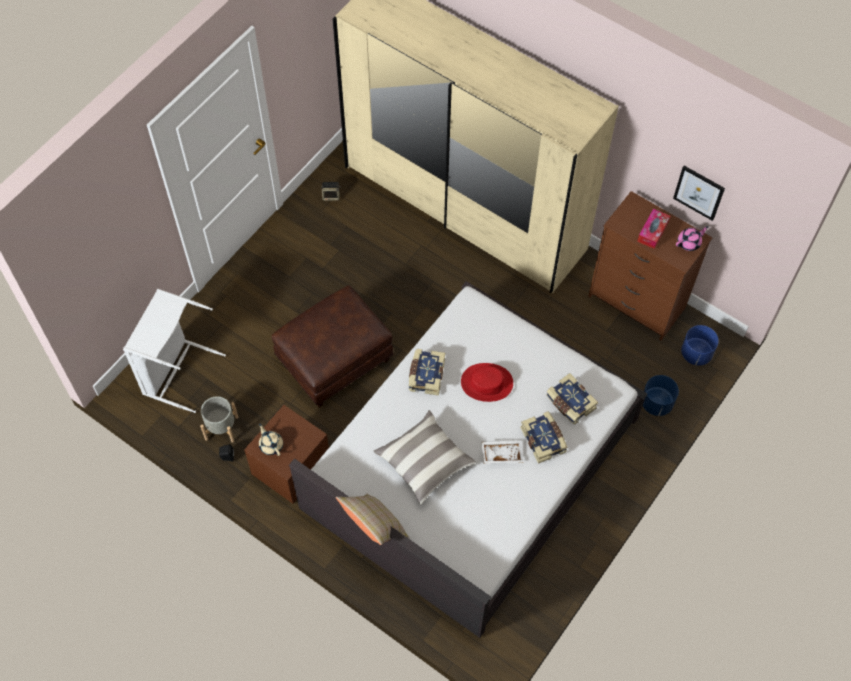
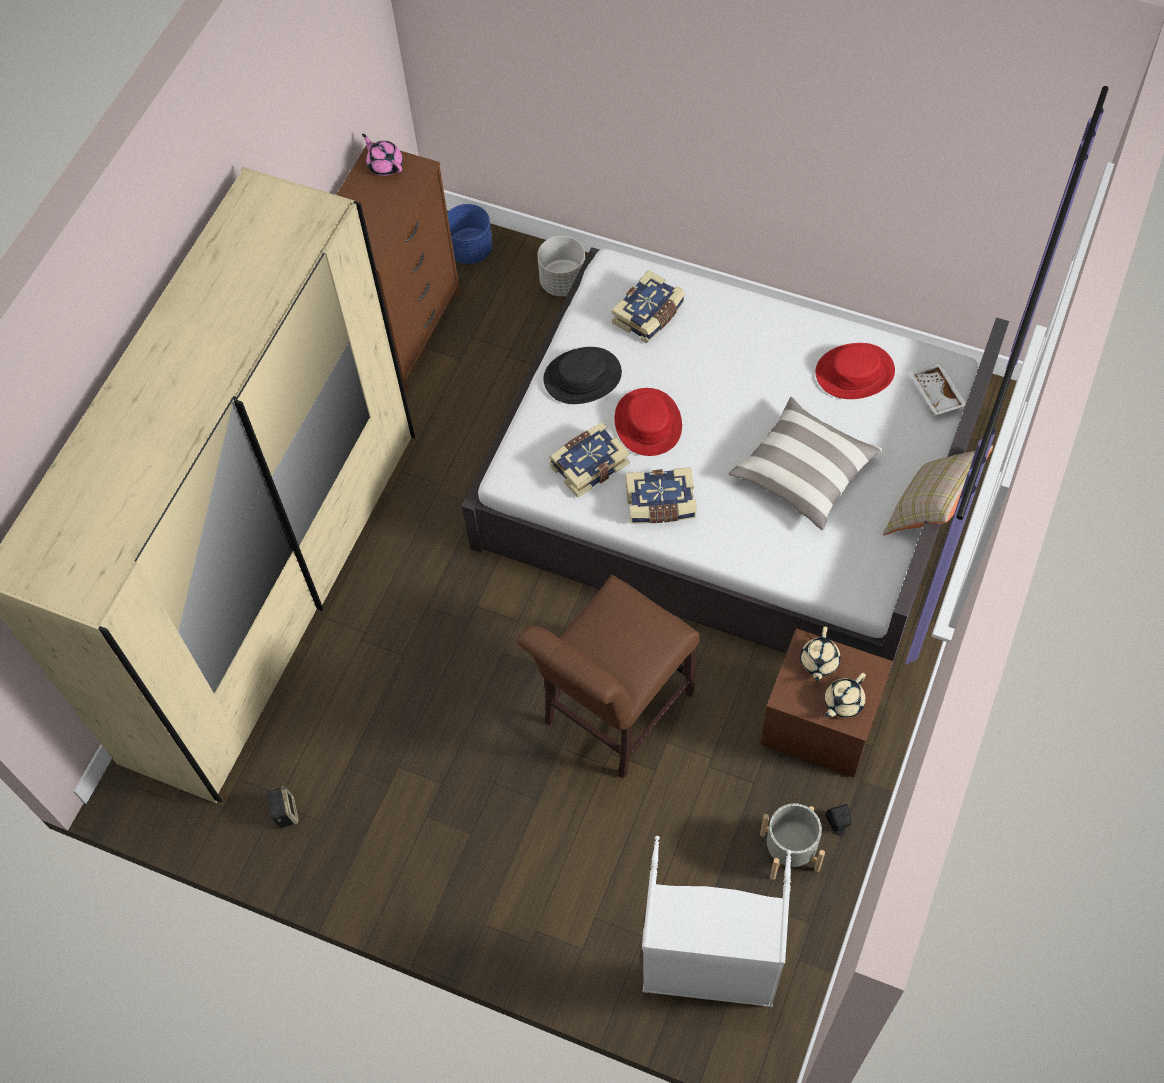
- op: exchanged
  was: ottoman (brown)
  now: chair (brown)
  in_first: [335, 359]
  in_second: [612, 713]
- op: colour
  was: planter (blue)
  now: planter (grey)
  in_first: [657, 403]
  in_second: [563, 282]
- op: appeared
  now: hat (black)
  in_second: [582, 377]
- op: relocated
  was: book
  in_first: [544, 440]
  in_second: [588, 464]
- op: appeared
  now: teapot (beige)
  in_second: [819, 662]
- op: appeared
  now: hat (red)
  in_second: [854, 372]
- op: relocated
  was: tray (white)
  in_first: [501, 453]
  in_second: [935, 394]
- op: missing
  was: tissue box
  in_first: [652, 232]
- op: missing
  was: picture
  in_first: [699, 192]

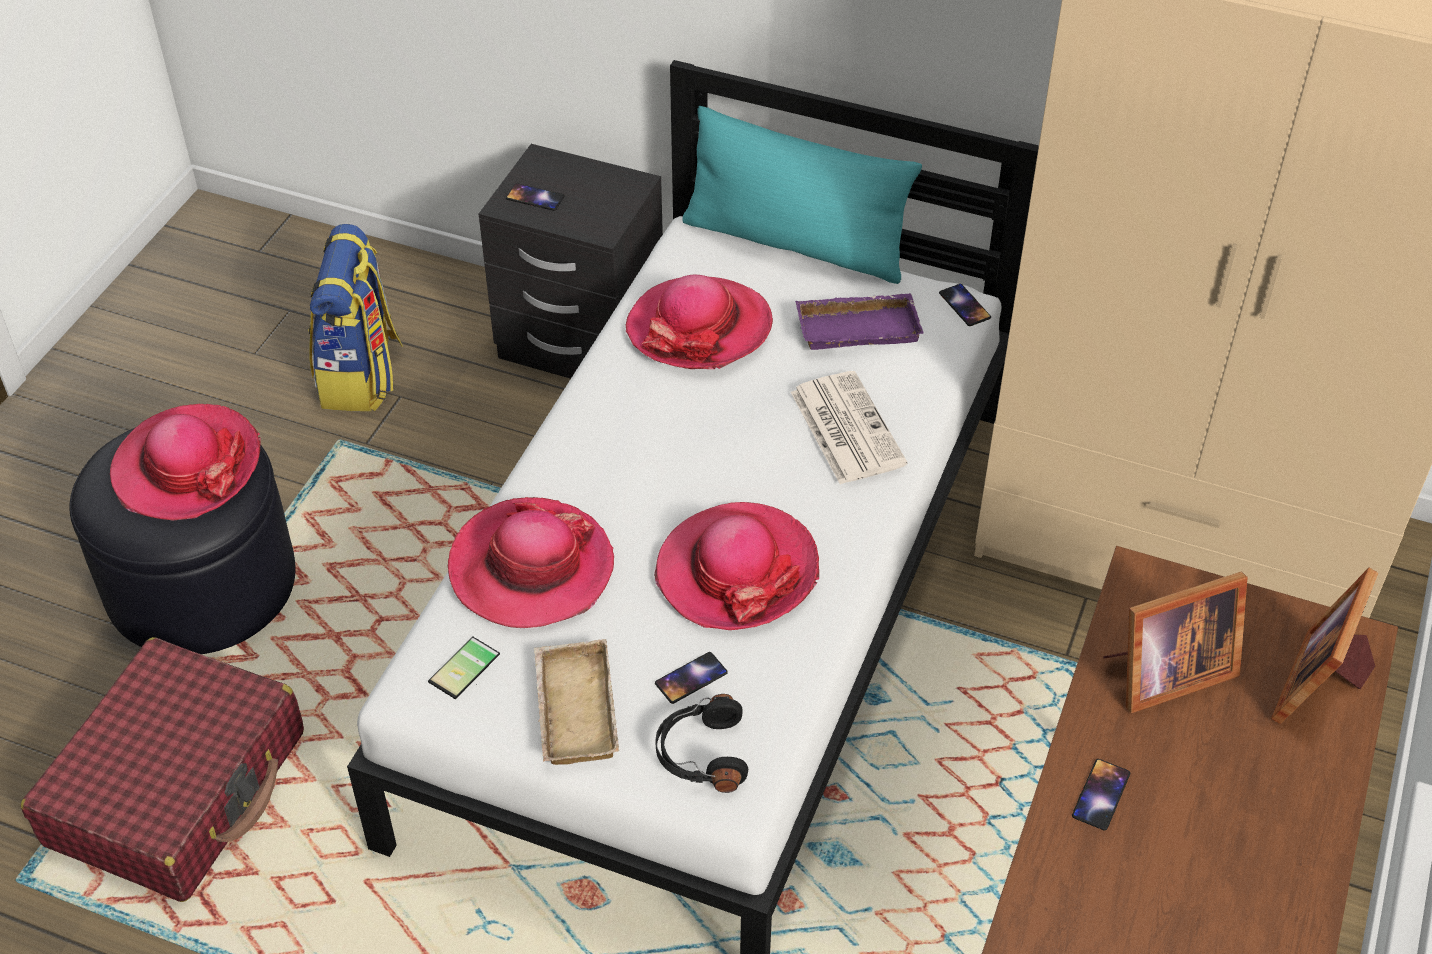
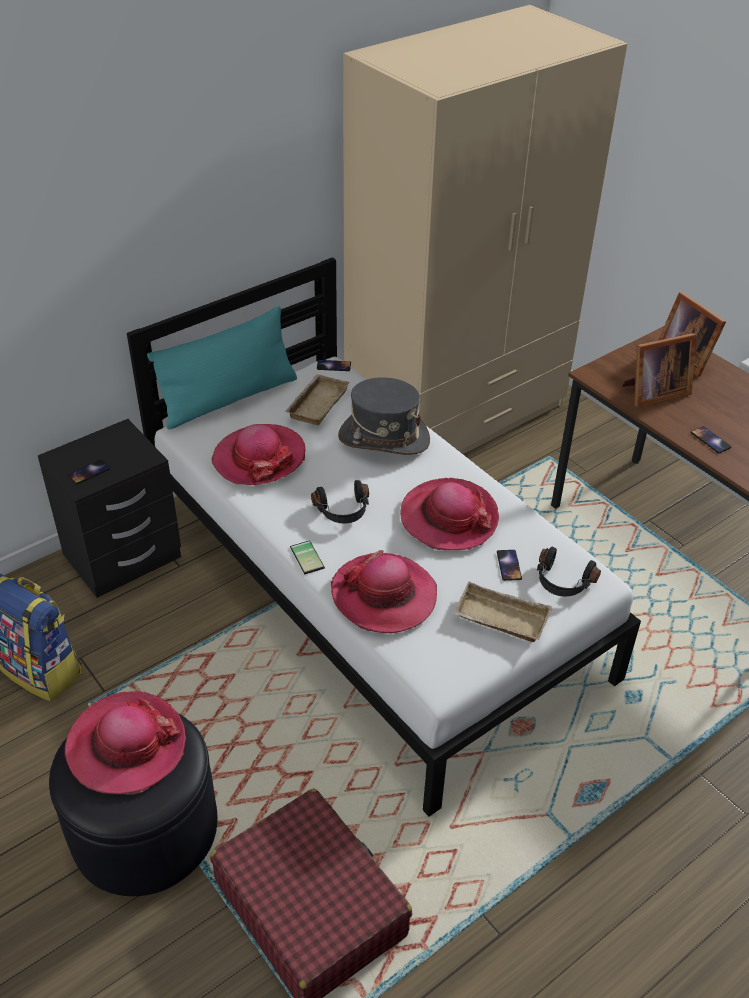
- op: colour
  was: tray (purple)
  now: tray (beige)
  in_first: [859, 326]
  in_second: [316, 403]
- op: relocated
  was: phone
  in_first: [467, 670]
  in_second: [309, 557]
- op: appeared
  now: headphones (black)
  in_second: [343, 511]
- op: exchanged
  was: newspaper
  now: hat (grey)
  in_first: [845, 427]
  in_second: [383, 438]
- op: spun
  was: picture frame
  in_first: [1163, 673]
  in_second: [653, 393]
  clockwise: 60

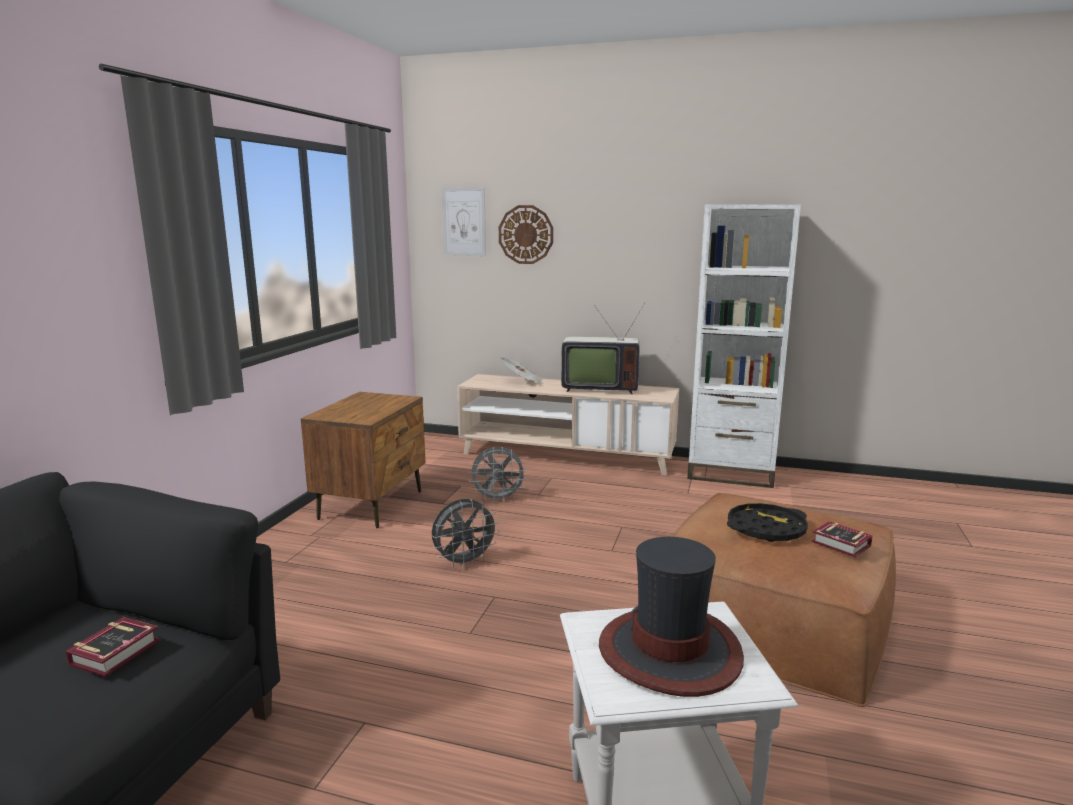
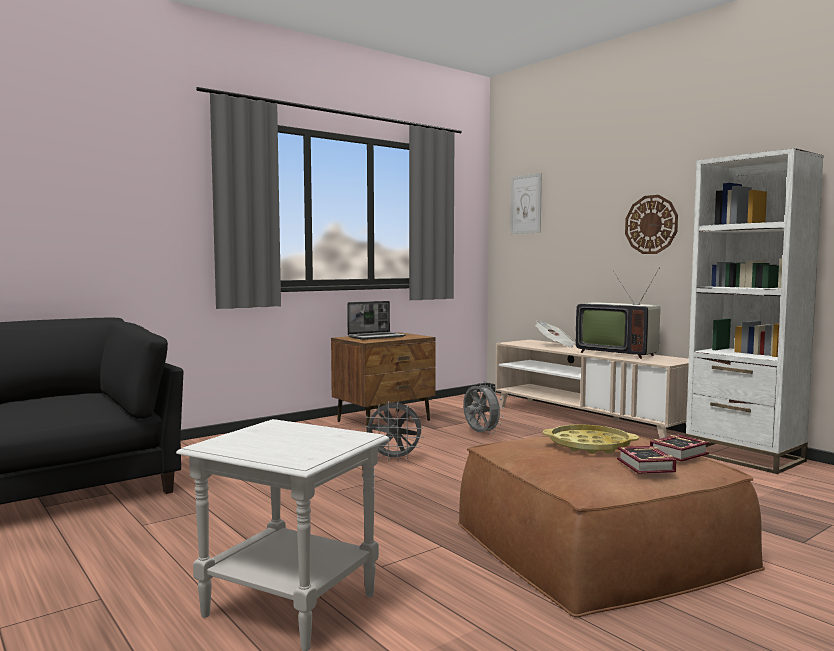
- op: appeared
  now: laptop
  in_second: [377, 337]
- op: spun
  was: fan (grey)
  in_first: [498, 499]
  in_second: [480, 434]
  clockwise: -150
- op: colour
  was: tray (black)
  now: tray (yellow)
  in_first: [766, 529]
  in_second: [589, 445]
- op: relocated
  was: wall clock
  in_first: [526, 234]
  in_second: [651, 224]
- op: relocated
  was: book
  in_first: [119, 651]
  in_second: [681, 453]
- op: missing
  was: hat
  in_first: [670, 651]

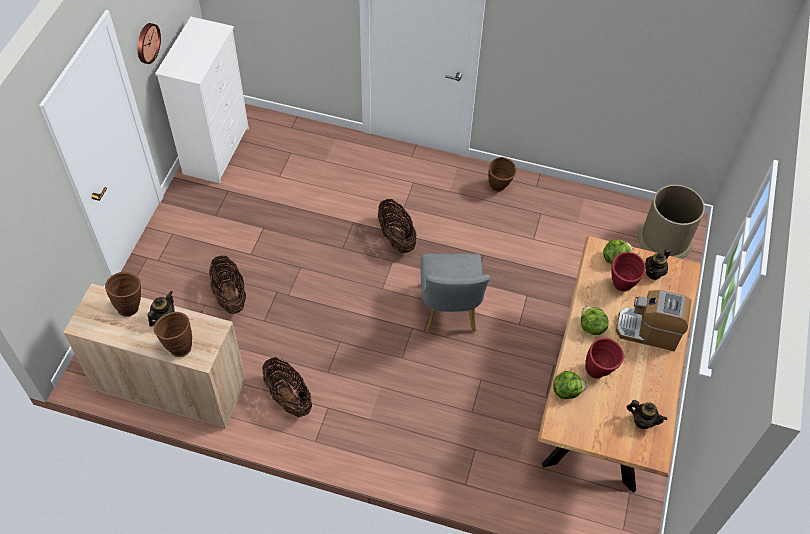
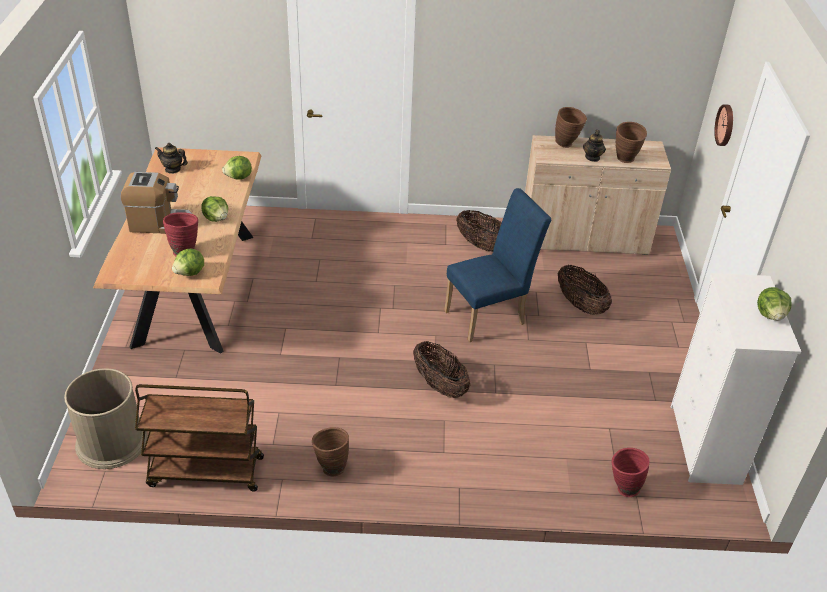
- op: appeared
  now: cart (brown)
  in_second: [205, 472]
- op: appeared
  now: chair (blue)
  in_second: [490, 315]
- op: relocated
  was: vase (red)
  in_first: [599, 372]
  in_second: [622, 488]
- op: relocated
  was: wall clock
  in_first: [147, 43]
  in_second: [726, 125]
- op: appeared
  now: lettuce
  in_second: [770, 315]
- op: missing
  was: chair (grey)
  in_first: [449, 312]
- op: missing
  was: teapot
  in_first: [654, 273]

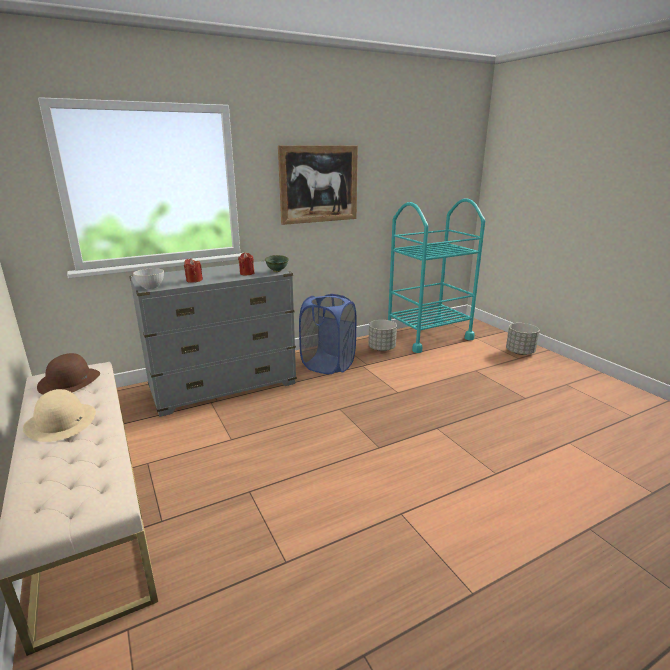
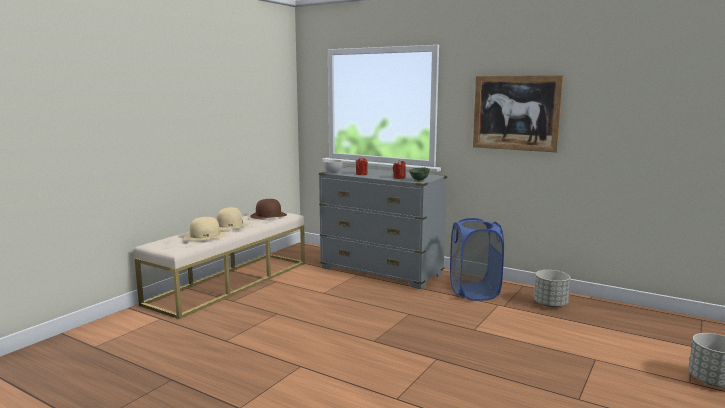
- op: appeared
  now: hat (beige)
  in_second: [205, 236]
- op: missing
  was: cart (turquoise)
  in_first: [428, 336]

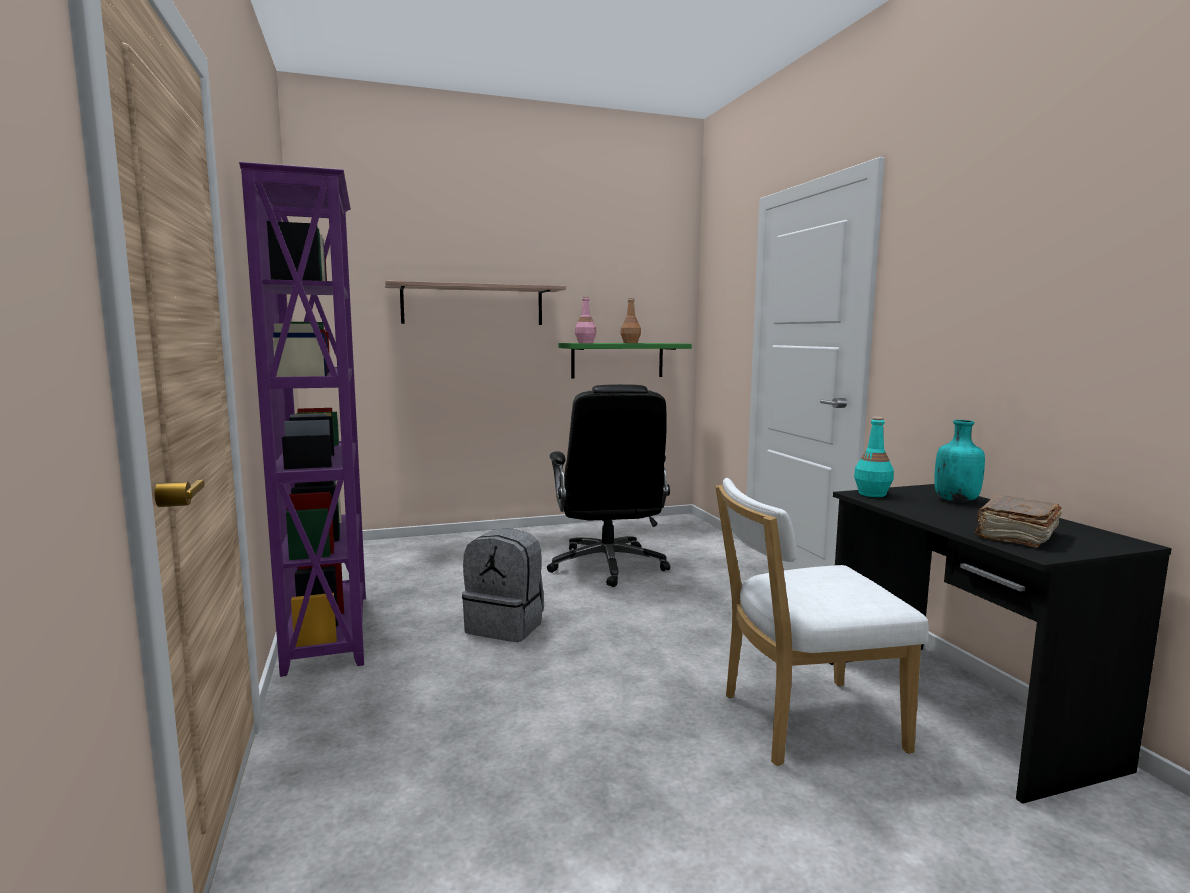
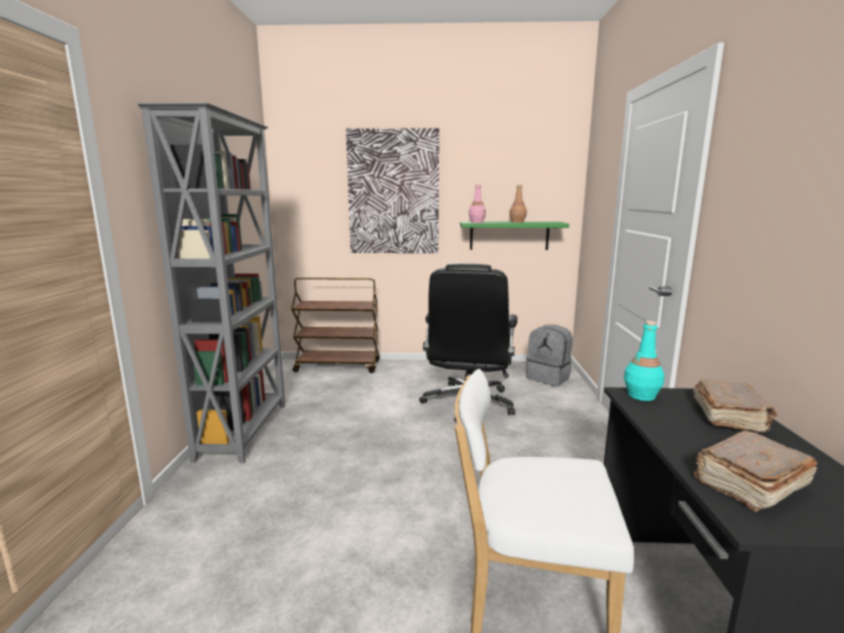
- op: colour
  was: bookcase (purple)
  now: bookcase (grey)
  in_first: [330, 631]
  in_second: [245, 430]
- op: appeared
  now: cart (brown)
  in_second: [338, 366]
- op: exchanged
  was: shelf
  now: picture
  in_first: [473, 305]
  in_second: [393, 192]
- op: relocated
  was: backpack (grey)
  in_first: [506, 626]
  in_second: [549, 378]
- op: exchanged
  was: bottle (turquoise)
  now: book (brown)
  in_first: [956, 500]
  in_second: [729, 417]

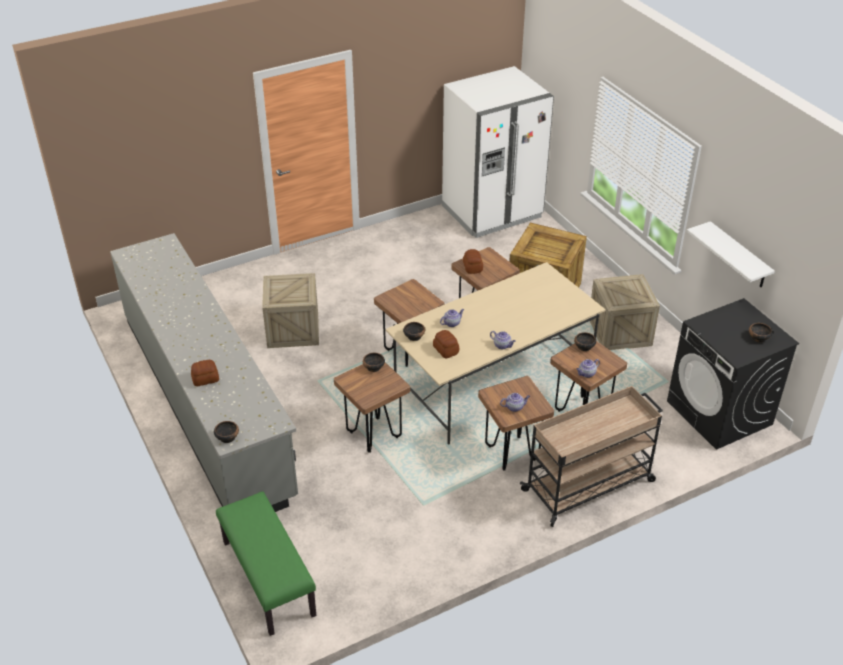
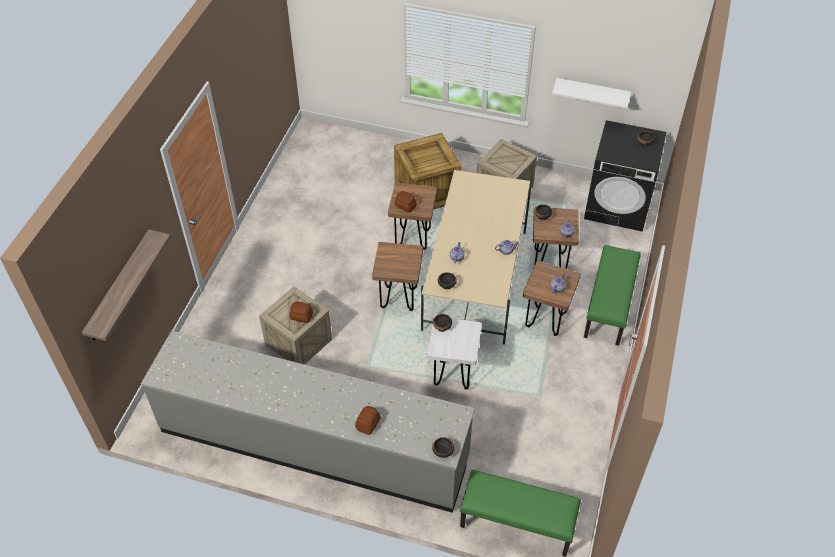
- op: appeared
  now: shelf
  in_second: [119, 286]
- op: relocated
  was: bread
  in_first: [445, 350]
  in_second: [301, 316]
- op: colour
  was: stool (brown)
  now: stool (white)
  in_first: [373, 435]
  in_second: [452, 375]
- op: exchanged
  was: cart (beige)
  now: bench (green)
  in_first: [589, 485]
  in_second: [609, 307]
- op: missing
  was: fridge (white)
  in_first: [492, 212]

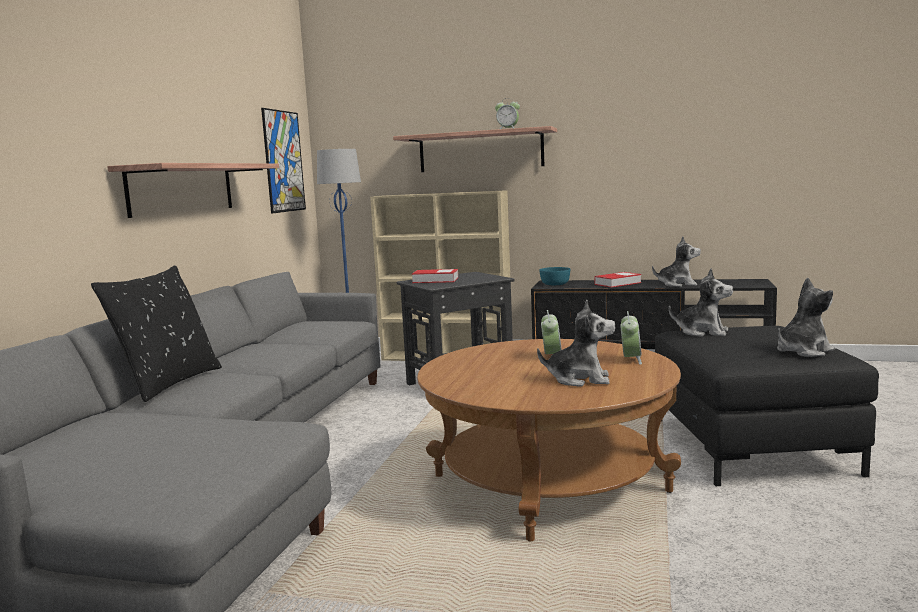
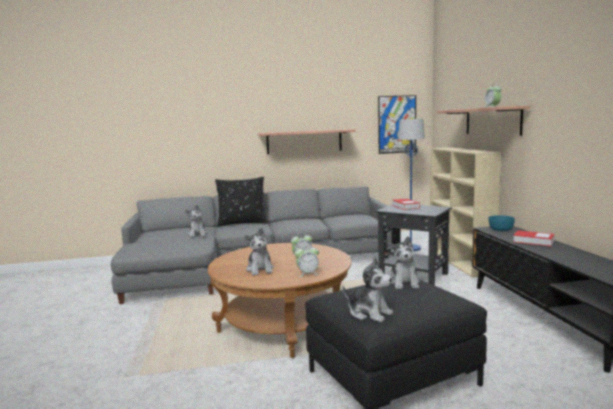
- op: relocated
  was: plush toy
  in_first: [677, 284]
  in_second: [197, 234]

